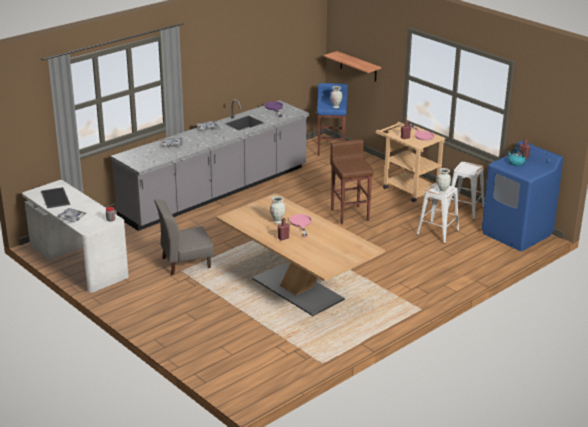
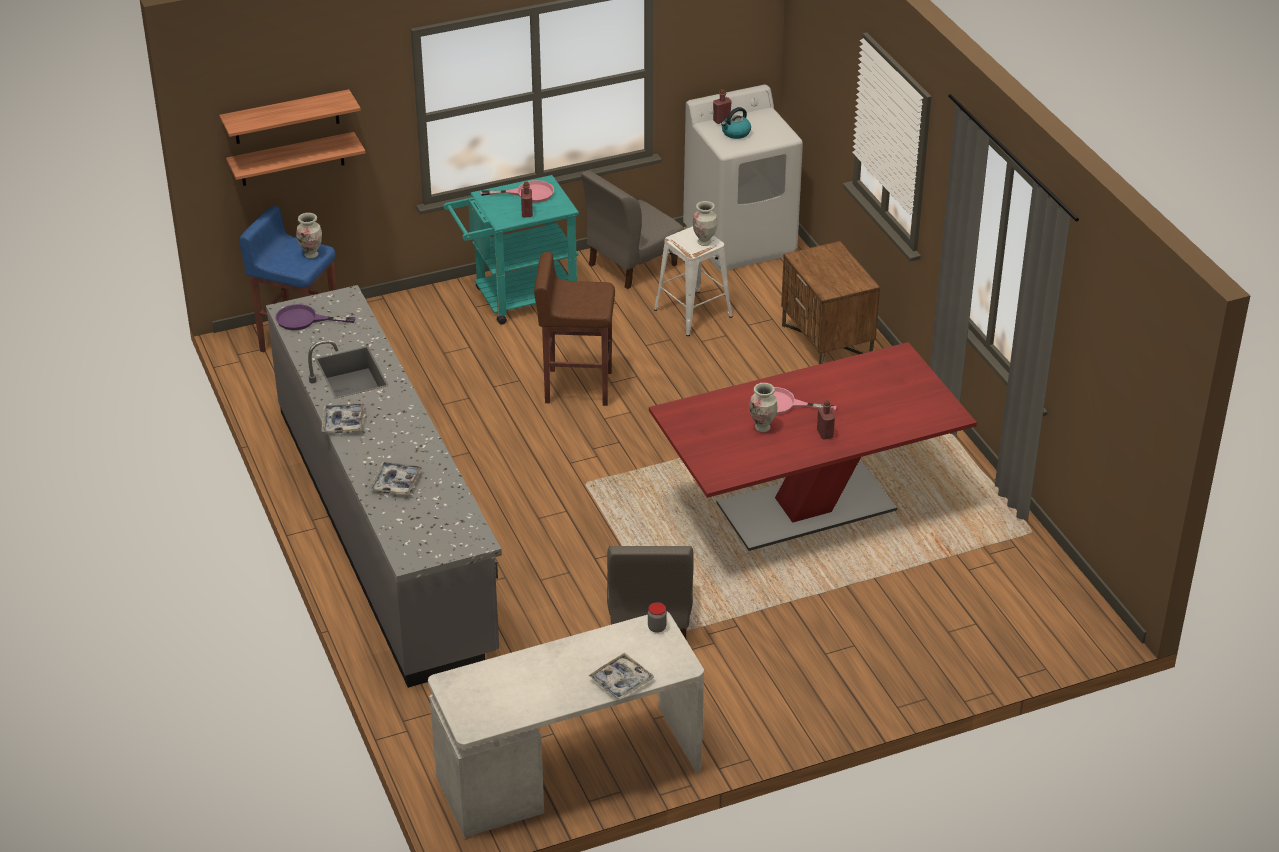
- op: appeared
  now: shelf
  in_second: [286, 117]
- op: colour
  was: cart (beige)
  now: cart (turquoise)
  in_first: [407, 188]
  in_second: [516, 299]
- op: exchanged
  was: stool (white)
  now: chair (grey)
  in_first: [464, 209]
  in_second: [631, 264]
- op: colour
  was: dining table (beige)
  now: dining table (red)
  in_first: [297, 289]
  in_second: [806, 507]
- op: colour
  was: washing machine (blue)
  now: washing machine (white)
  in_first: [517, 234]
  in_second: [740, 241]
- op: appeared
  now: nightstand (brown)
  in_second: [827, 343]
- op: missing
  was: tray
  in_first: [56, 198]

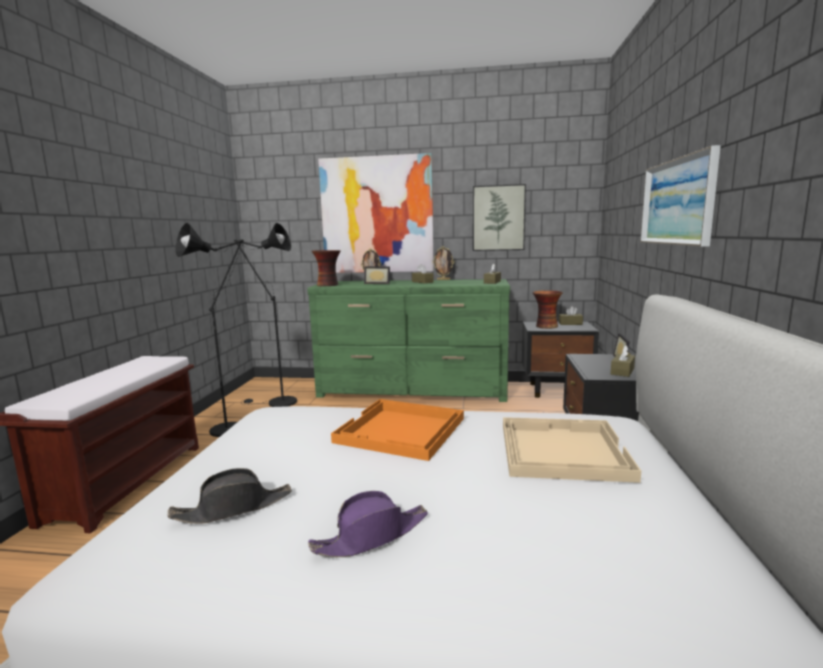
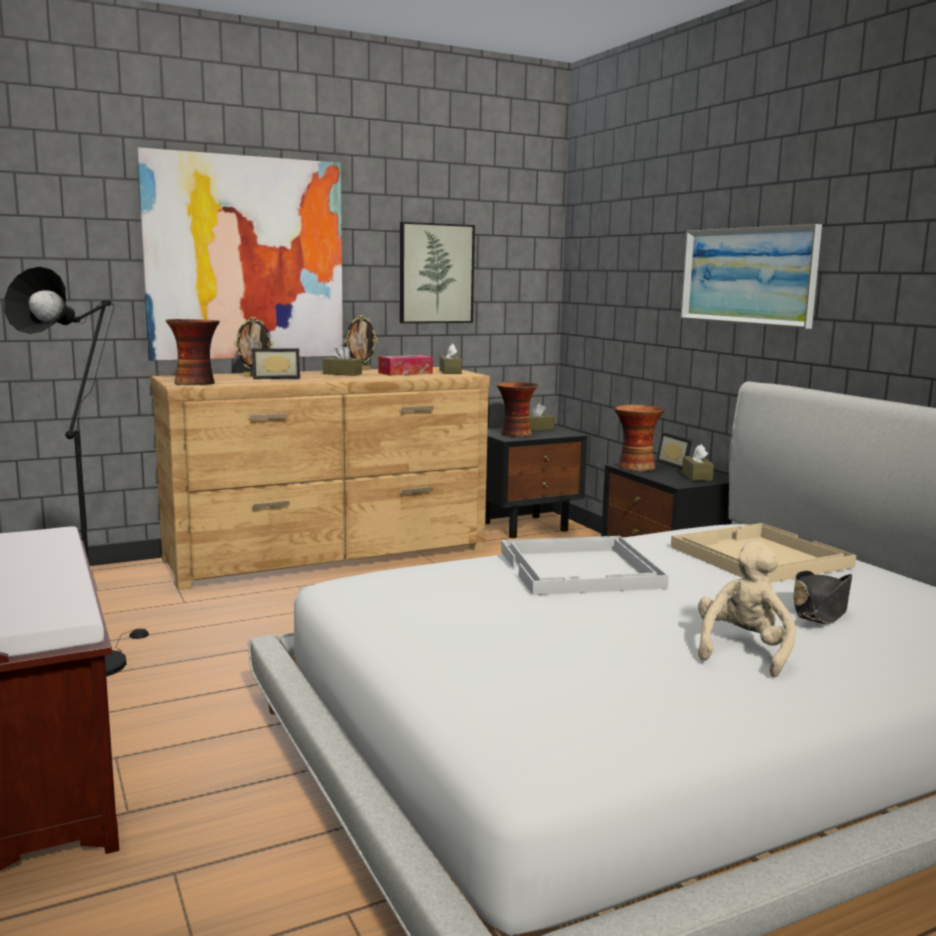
- op: colour
  was: dresser (green)
  now: dresser (brown)
  in_first: [413, 390]
  in_second: [329, 554]
- op: appeared
  now: tissue box
  in_second: [405, 373]
- op: colour
  was: tray (orange)
  now: tray (white)
  in_first: [401, 431]
  in_second: [581, 569]
- op: appeared
  now: vase
  in_second: [635, 467]
- op: exchanged
  was: hat (purple)
  now: plush toy (beige)
  in_first: [372, 536]
  in_second: [743, 651]
- op: relocated
  was: hat (black)
  in_first: [234, 508]
  in_second: [820, 610]
- op: missing
  was: floor lamp (black)
  in_first: [277, 402]

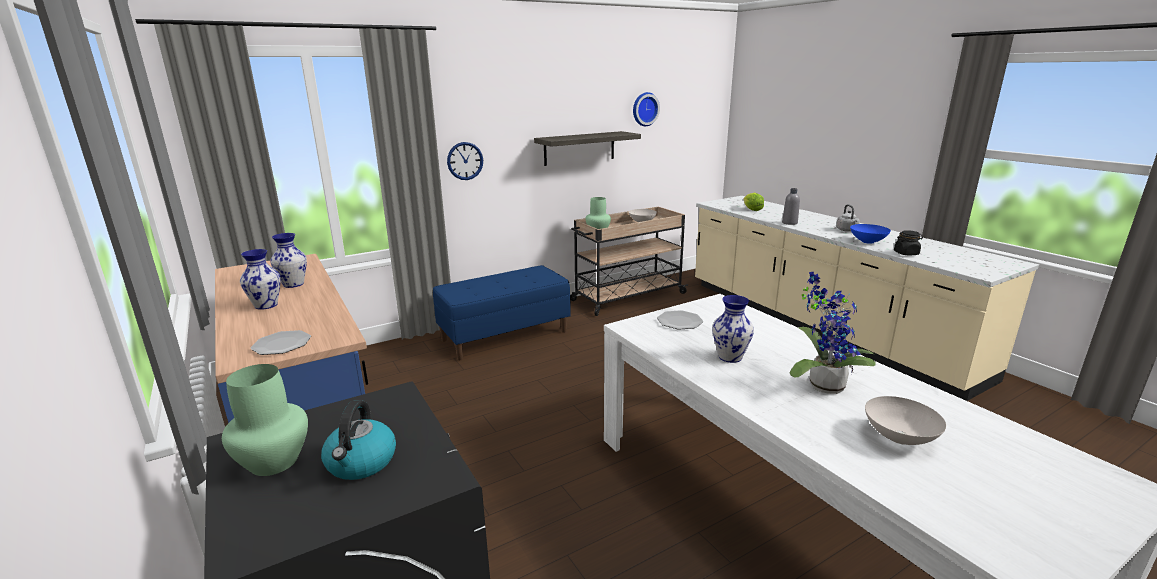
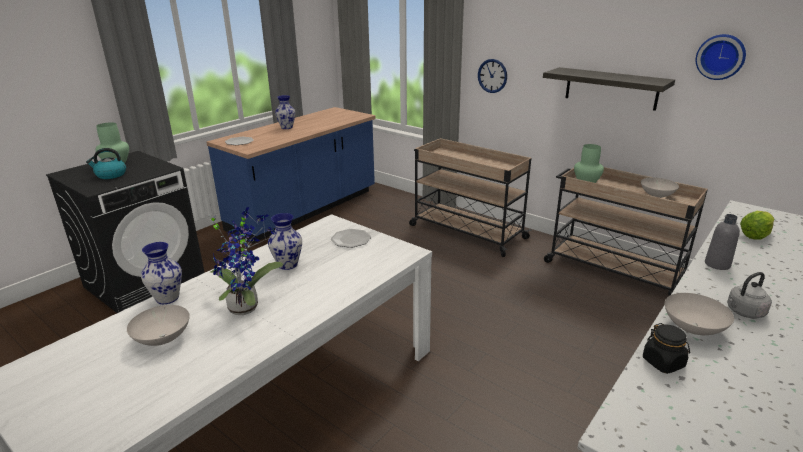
- op: relocated
  was: vase
  in_first: [293, 284]
  in_second: [167, 298]
- op: exchanged
  was: bench (blue)
  now: cart (beige)
  in_first: [505, 335]
  in_second: [466, 231]
- op: colour
  was: bowl (blue)
  now: bowl (white)
  in_first: [867, 242]
  in_second: [692, 328]

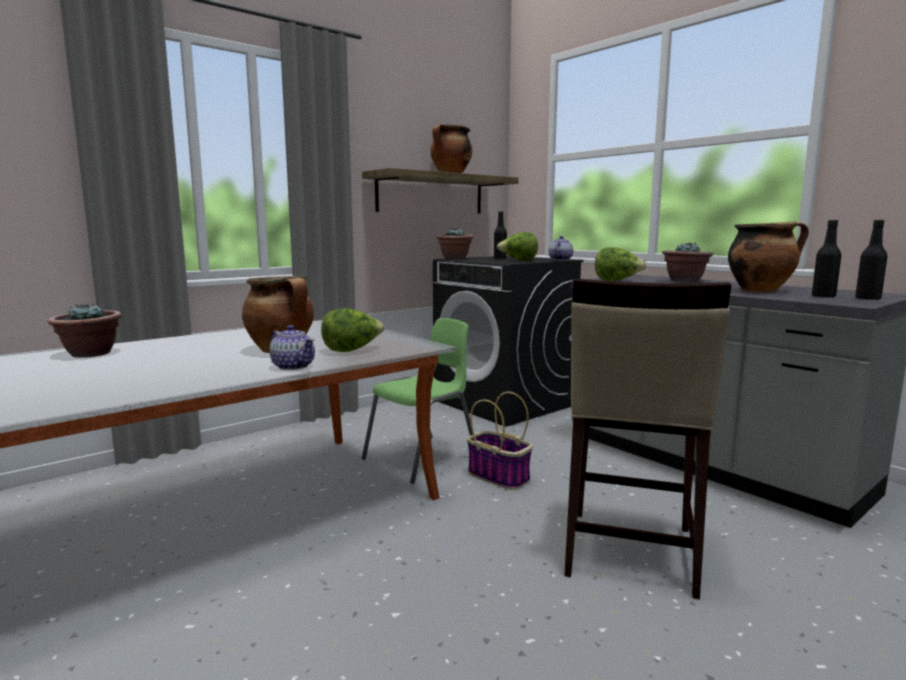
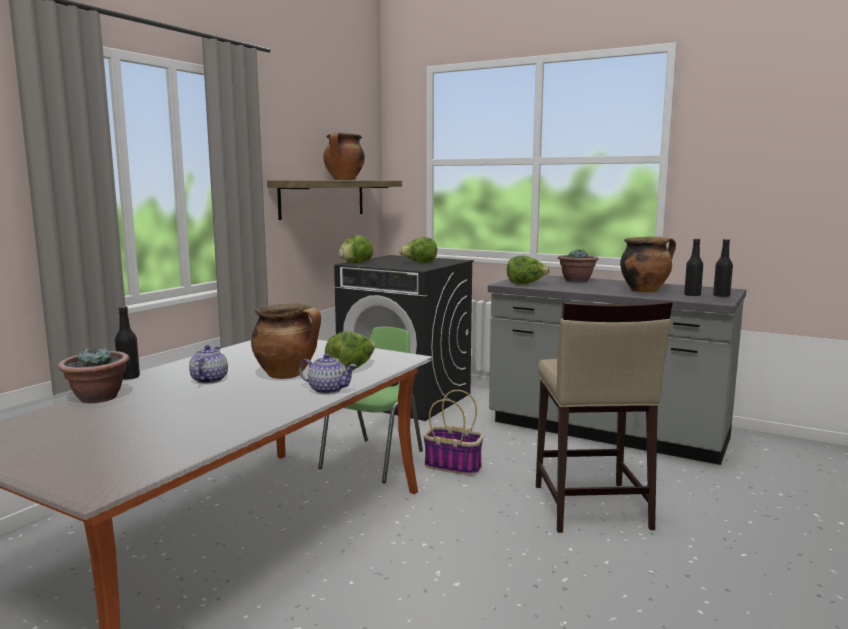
- op: relocated
  was: bottle (black)
  in_first: [500, 258]
  in_second: [129, 377]
- op: relocated
  was: teapot
  in_first: [560, 259]
  in_second: [208, 380]
- op: exchanged
  was: potted plant
  now: lettuce
  in_first: [455, 259]
  in_second: [355, 263]

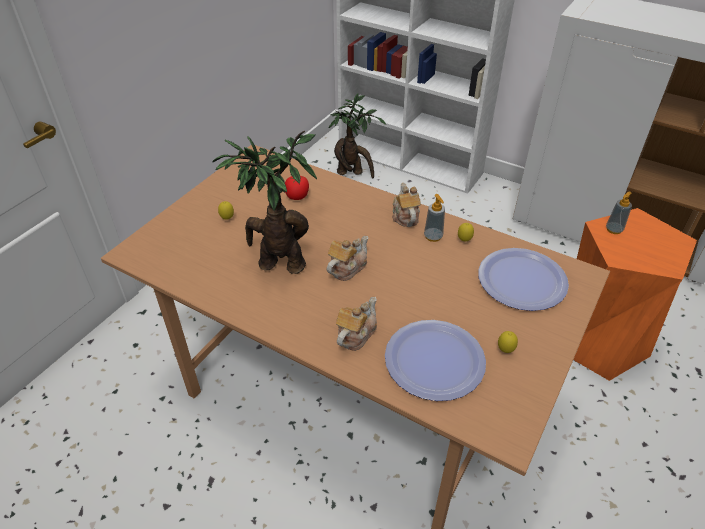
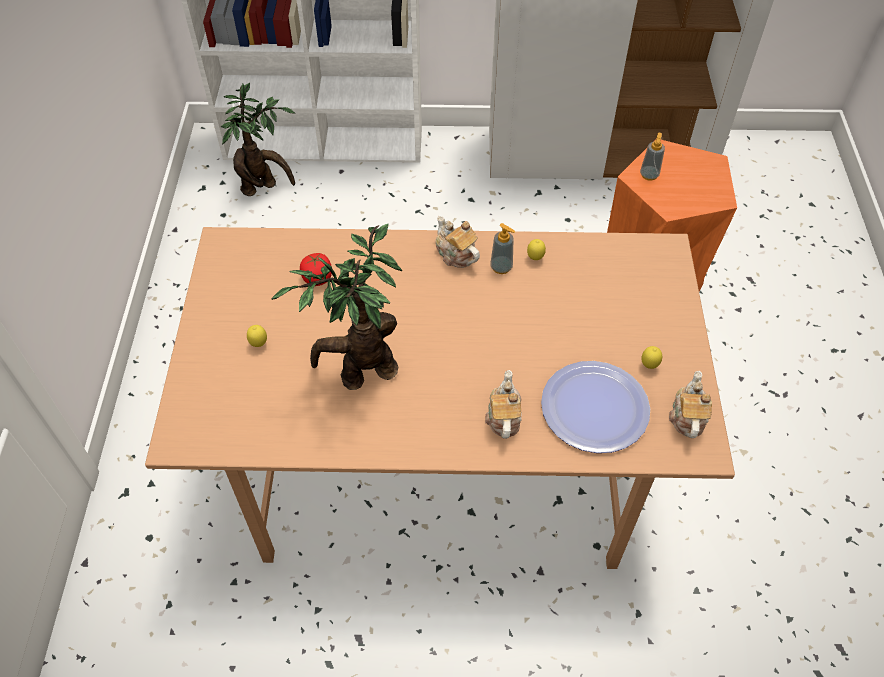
- op: relocated
  was: teapot
  in_first: [347, 268]
  in_second: [687, 417]
- op: missing
  was: plate
  in_first: [521, 280]

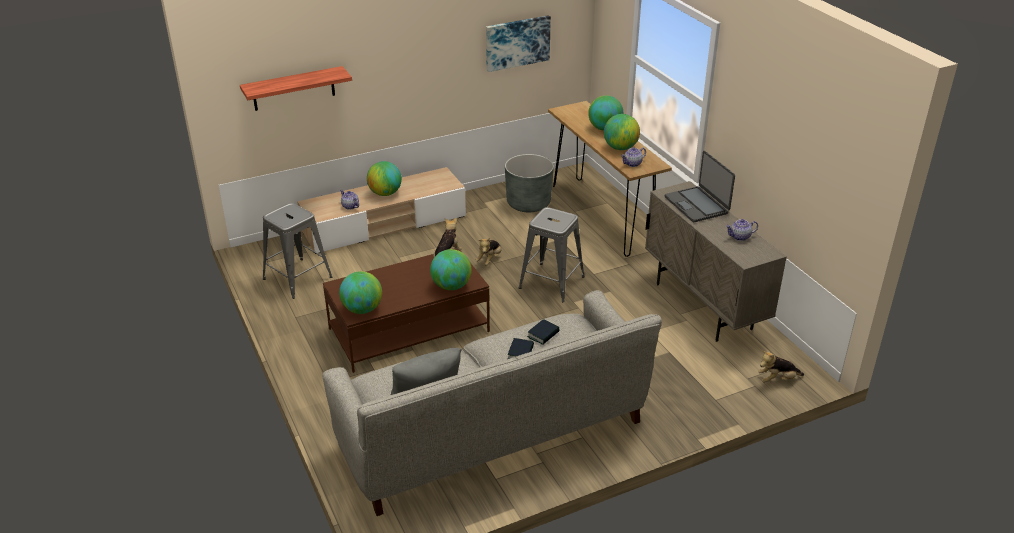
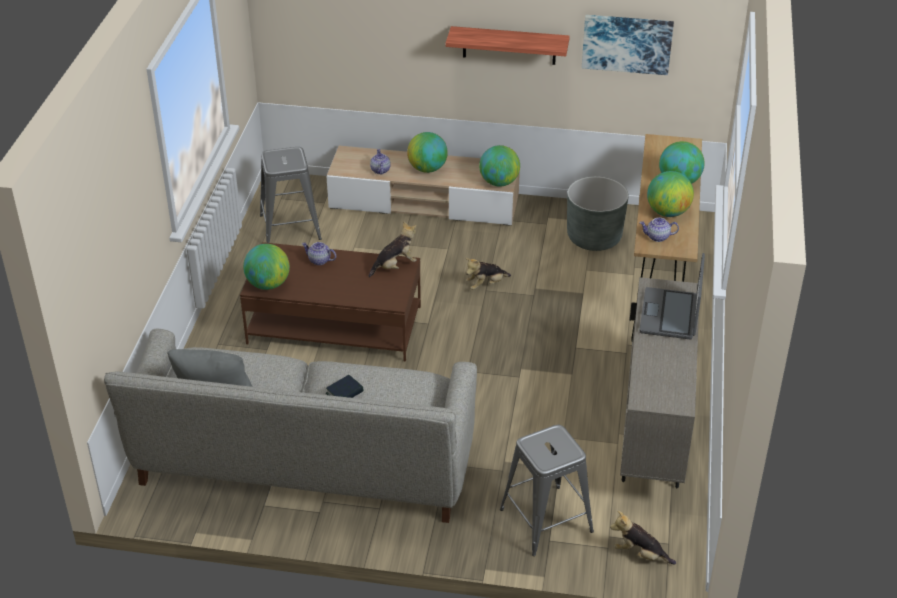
- op: relocated
  was: teapot
  in_first: [740, 237]
  in_second: [319, 260]
- op: relocated
  was: shelf
  in_first: [293, 89]
  in_second: [509, 45]
- op: relocated
  was: globe
  in_first: [451, 286]
  in_second: [499, 182]
- op: relocated
  was: stool (grey)
  in_first: [552, 282]
  in_second: [546, 520]
- op: missing
  was: book
  in_first: [543, 334]

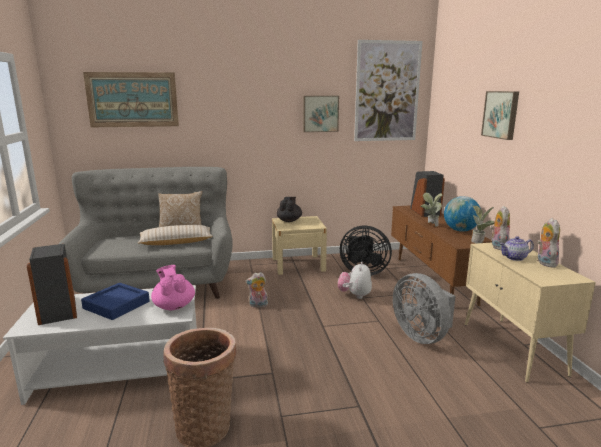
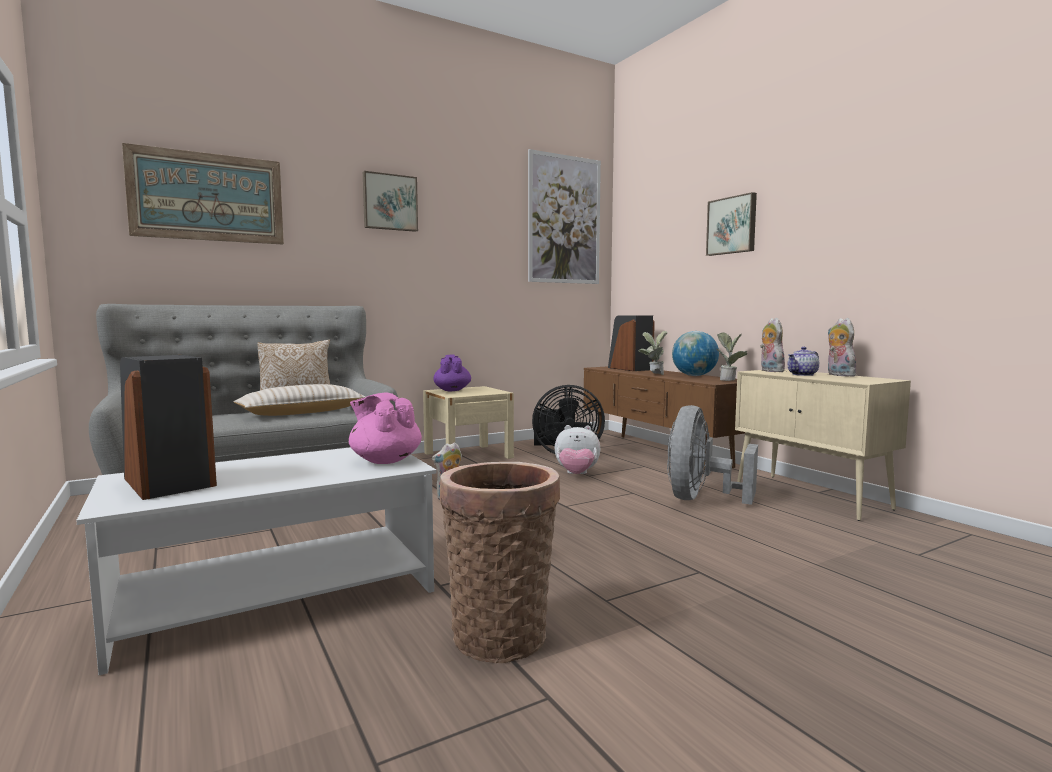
- op: relocated
  was: picture
  in_first: [320, 113]
  in_second: [389, 202]
- op: colour
  was: teapot (black)
  now: teapot (purple)
  in_first: [289, 220]
  in_second: [452, 390]
- op: spun
  was: plush toy
  in_first: [354, 295]
  in_second: [576, 474]
  clockwise: -75
- op: spun
  was: fan (grey)
  in_first: [422, 335]
  in_second: [700, 499]
  clockwise: 75
- op: missing
  was: tray (blue)
  in_first: [116, 305]

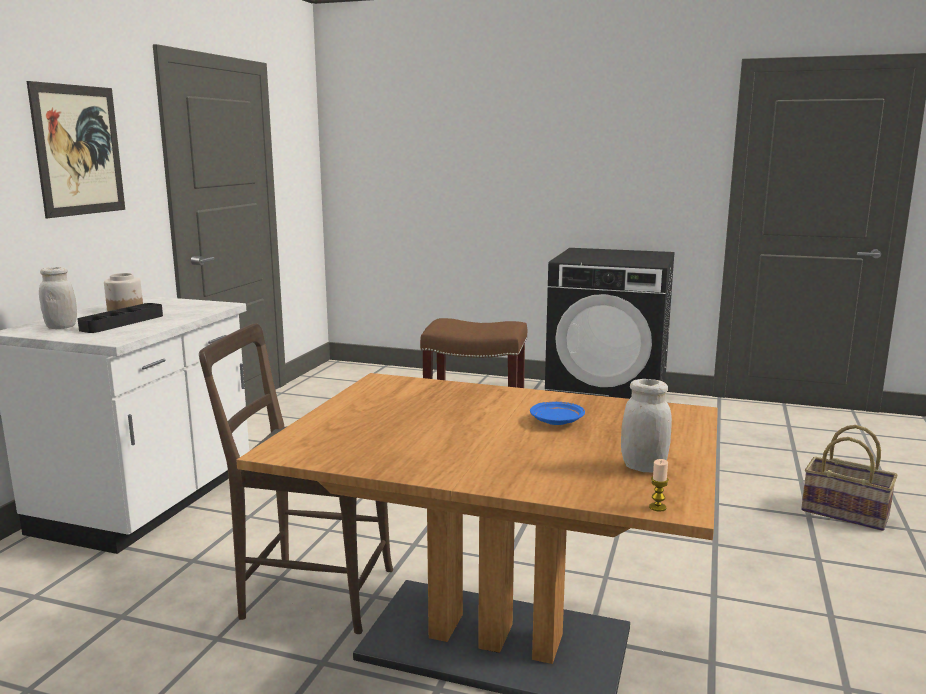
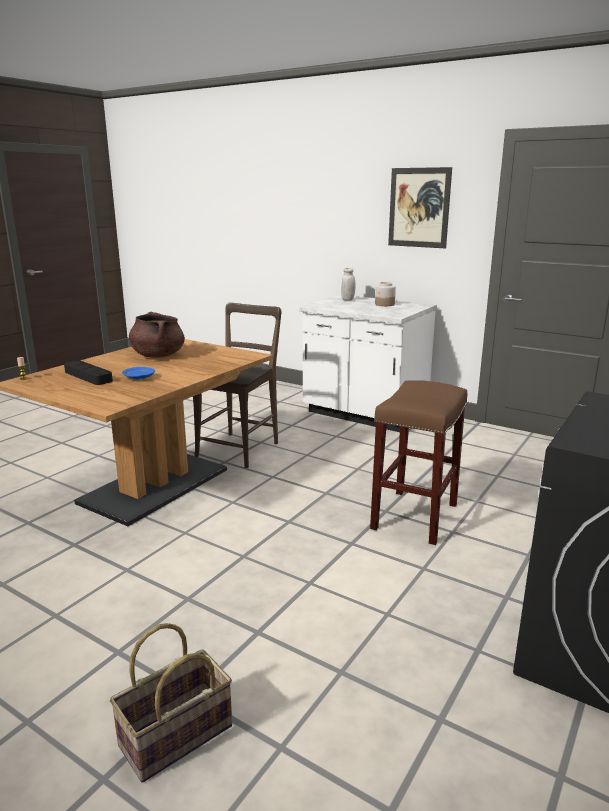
- op: relocated
  was: tray (black)
  in_first: [122, 322]
  in_second: [88, 376]
- op: appeared
  now: cooking pot (brown)
  in_second: [158, 355]
- op: missing
  was: jar (white)
  in_first: [643, 467]

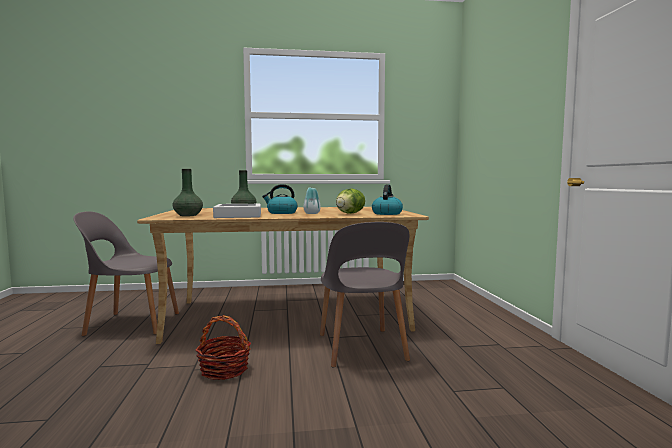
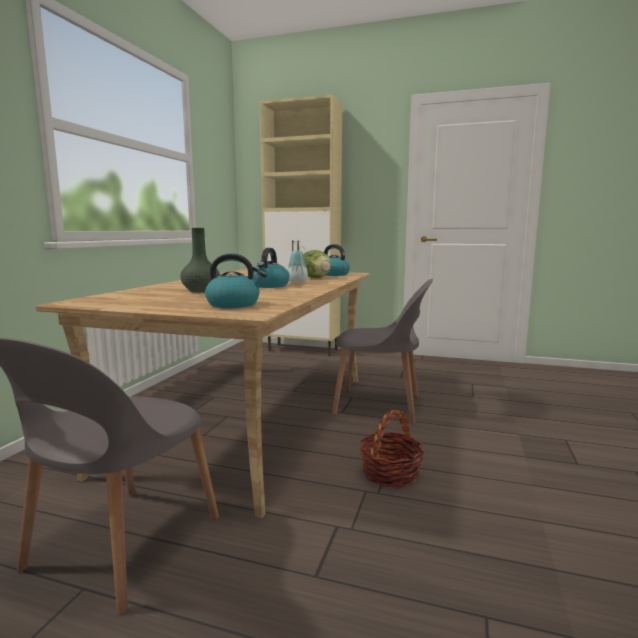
- op: exchanged
  was: vase (green)
  now: kettle
  in_first: [188, 215]
  in_second: [234, 304]
- op: appeared
  now: cabinet (beige)
  in_second: [304, 350]
- op: missing
  was: tray (grey)
  in_first: [238, 215]

